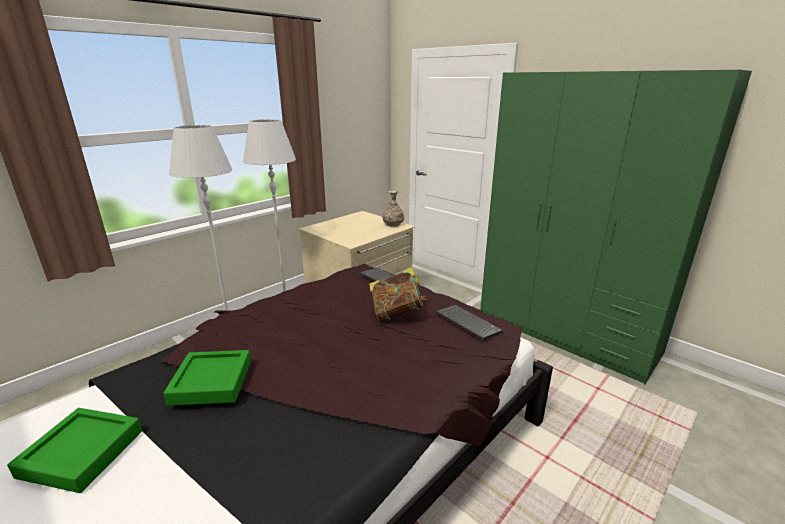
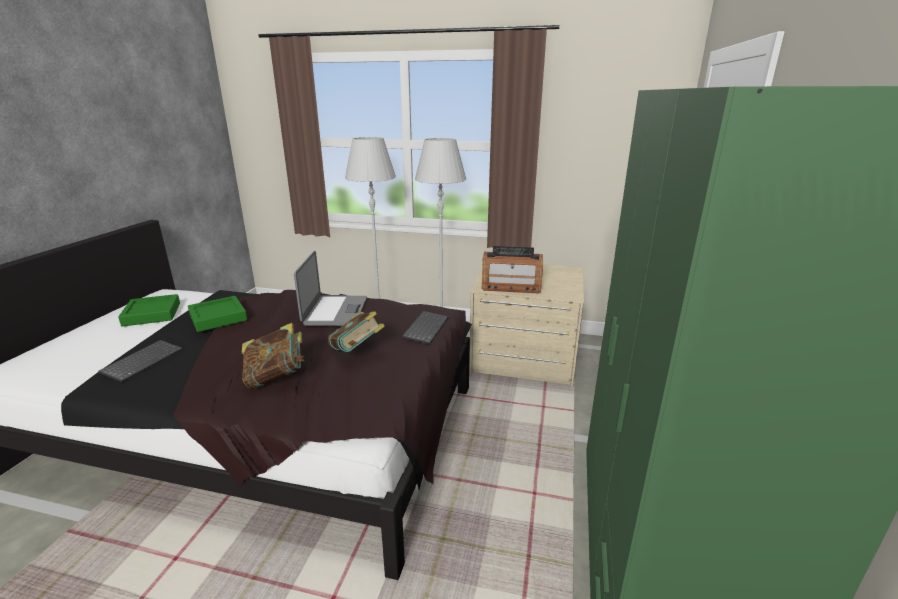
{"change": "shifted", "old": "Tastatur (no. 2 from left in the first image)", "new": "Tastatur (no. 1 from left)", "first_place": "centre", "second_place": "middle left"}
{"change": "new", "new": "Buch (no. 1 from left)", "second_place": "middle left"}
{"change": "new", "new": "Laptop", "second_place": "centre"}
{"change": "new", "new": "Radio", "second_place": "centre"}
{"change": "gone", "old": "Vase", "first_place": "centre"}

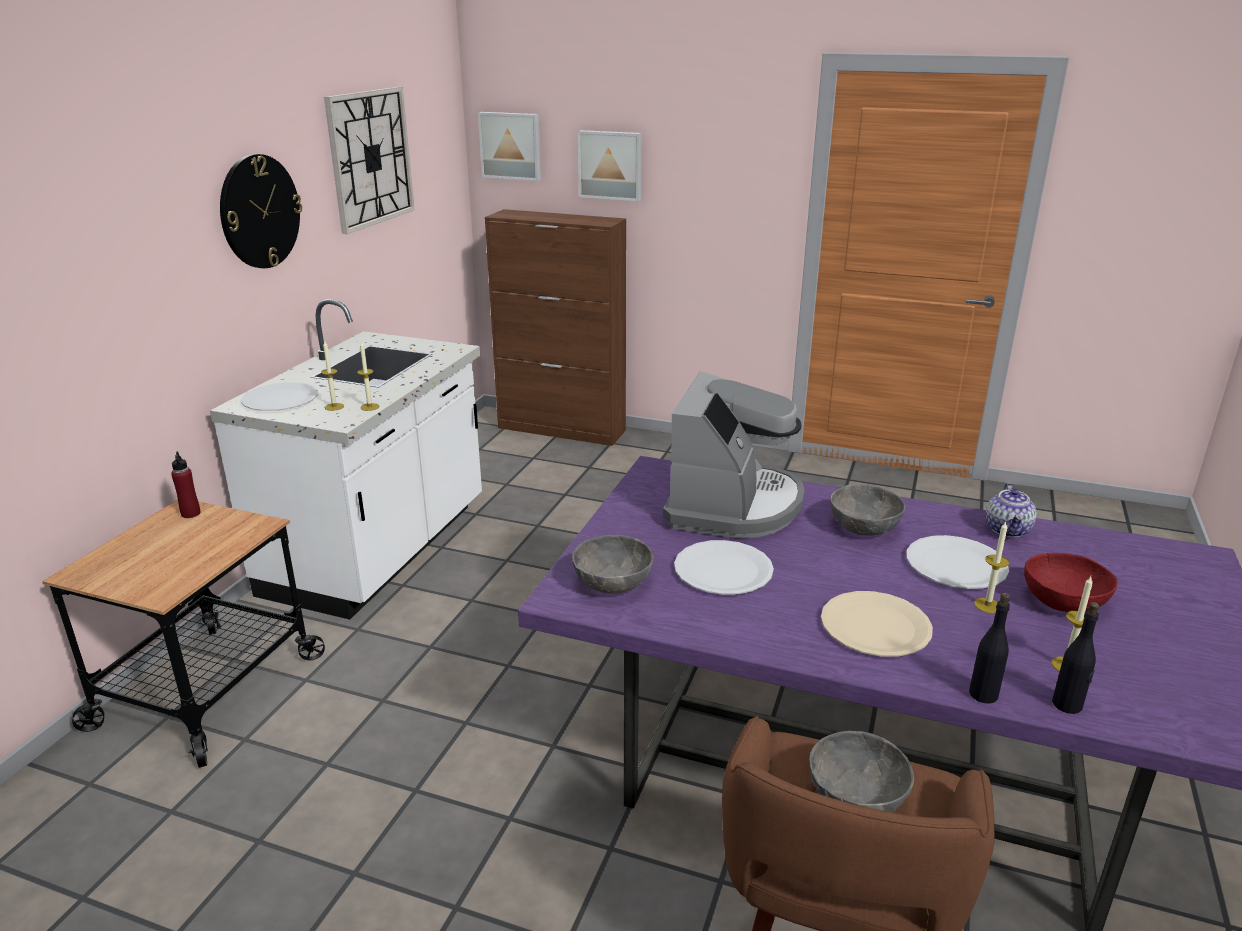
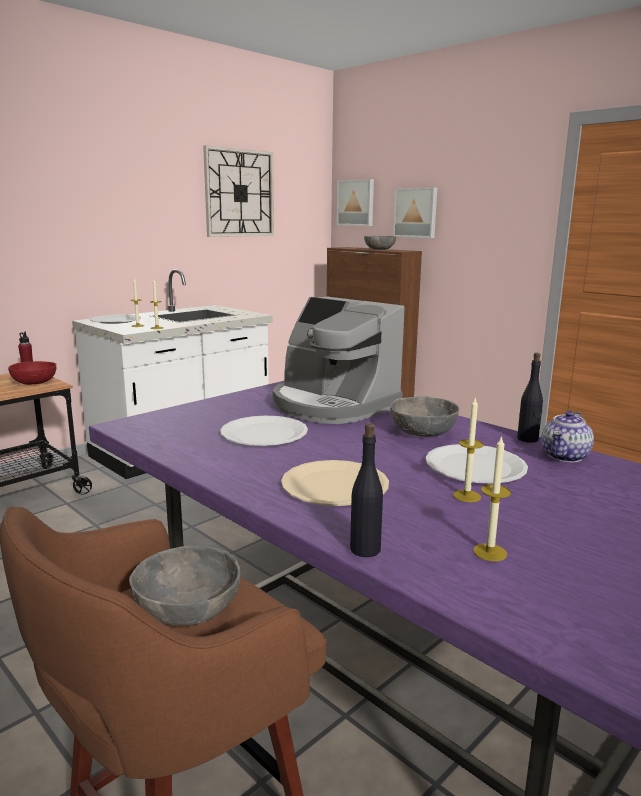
{"change": "shifted", "old": "Schüssel/rot", "first_place": "middle right", "second_place": "middle left"}
{"change": "rotated", "old": "Kaffeemaschine", "first_place": "centre", "second_place": "centre", "degrees": 90}
{"change": "shifted", "old": "Schüssel/grau (no. 1 from left in the first image)", "new": "Schüssel/grau (no. 2 from left)", "first_place": "centre", "second_place": "top centre"}
{"change": "shifted", "old": "Flasche/schwarz (no. 2 from left)", "first_place": "bottom right", "second_place": "middle right"}
{"change": "gone", "old": "Wanduhr (no. 1 from left)", "first_place": "top left"}

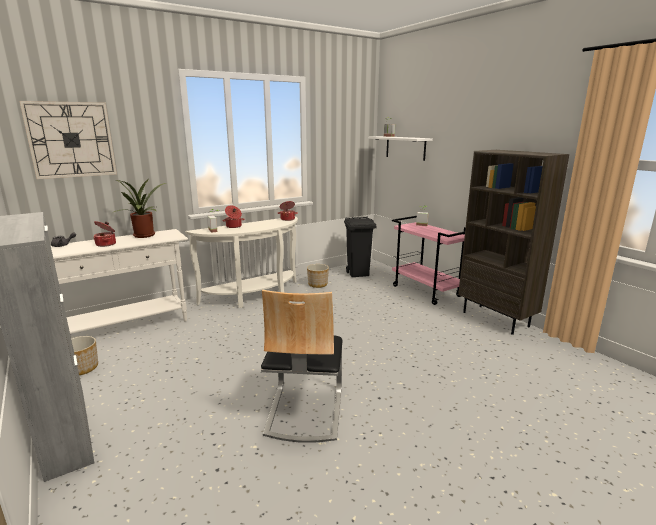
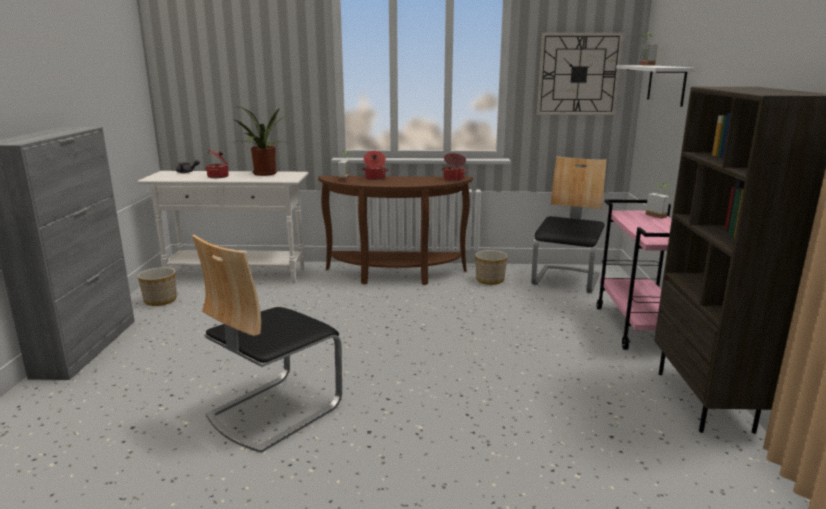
{"change": "repainted", "old": "Konsolentisch/weiß (no. 2 from left)", "new": "Konsolentisch/braun", "first_place": "centre", "second_place": "centre"}
{"change": "swapped", "old": "Mülleimer/schwarz", "new": "Stuhl (no. 2 from left)", "first_place": "centre", "second_place": "middle right"}
{"change": "shifted", "old": "Wanduhr", "first_place": "top left", "second_place": "top right"}

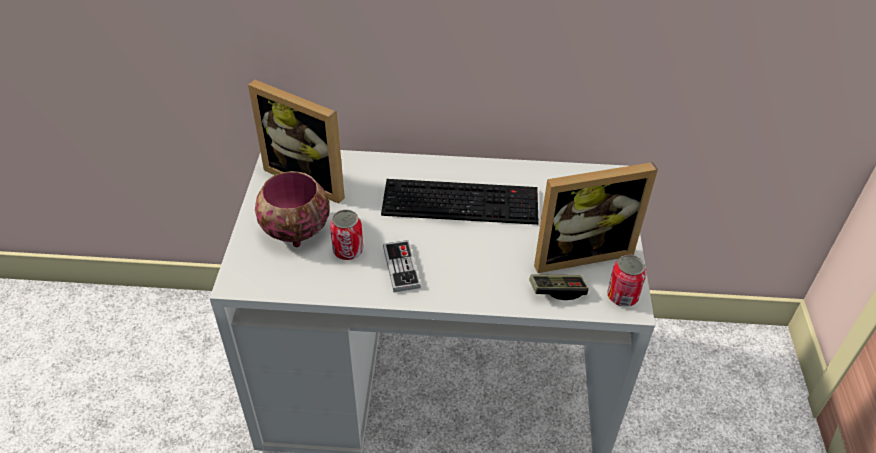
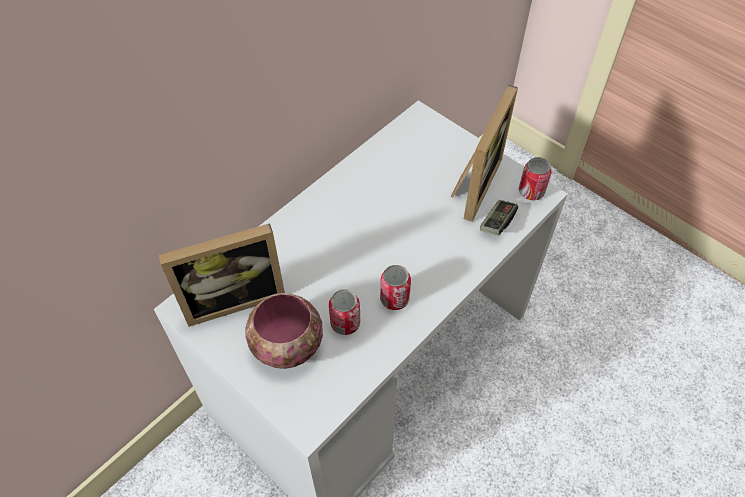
{"change": "swapped", "old": "Gamepad (no. 1 from left)", "new": "Dose (no. 2 from left)", "first_place": "centre", "second_place": "centre"}
{"change": "gone", "old": "Tastatur", "first_place": "centre"}

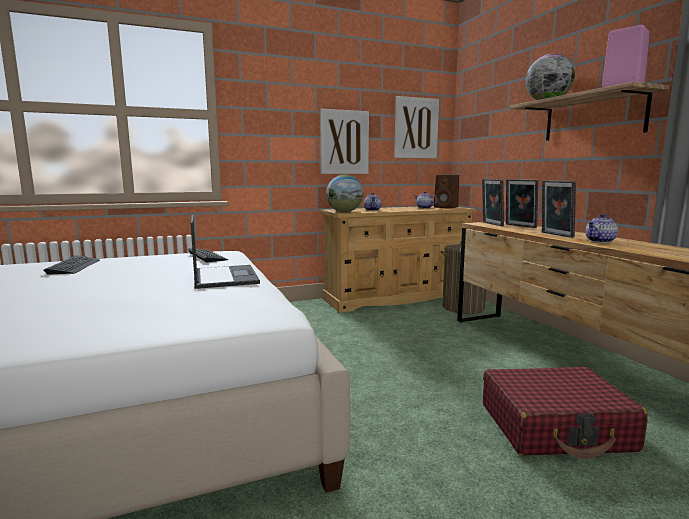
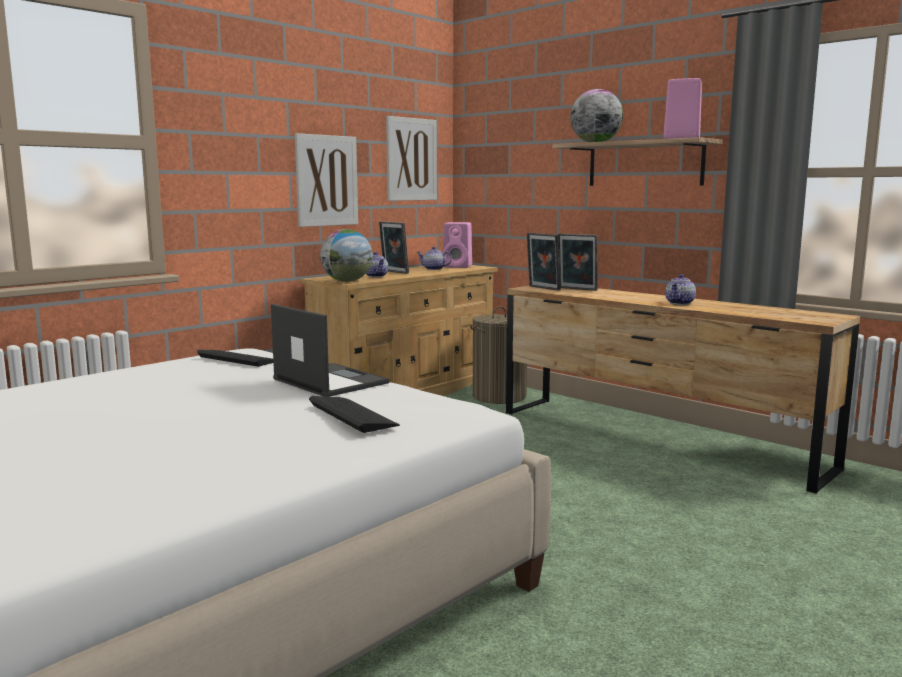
{"change": "shifted", "old": "Tastatur (no. 1 from left in the first image)", "new": "Tastatur (no. 2 from left)", "first_place": "middle left", "second_place": "centre"}
{"change": "shifted", "old": "Bilderrahmen (no. 3 from left in the first image)", "new": "Bilderrahmen (no. 1 from left)", "first_place": "middle right", "second_place": "centre"}
{"change": "repainted", "old": "Lautsprecher/braun", "new": "Lautsprecher/rosa (no. 1 from left)", "first_place": "centre", "second_place": "centre"}
{"change": "gone", "old": "Koffer/rot", "first_place": "bottom right"}

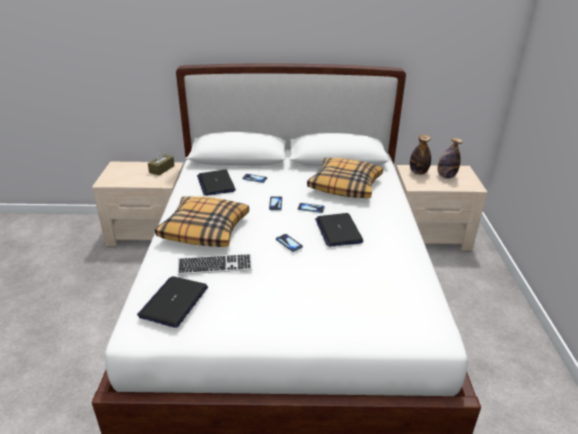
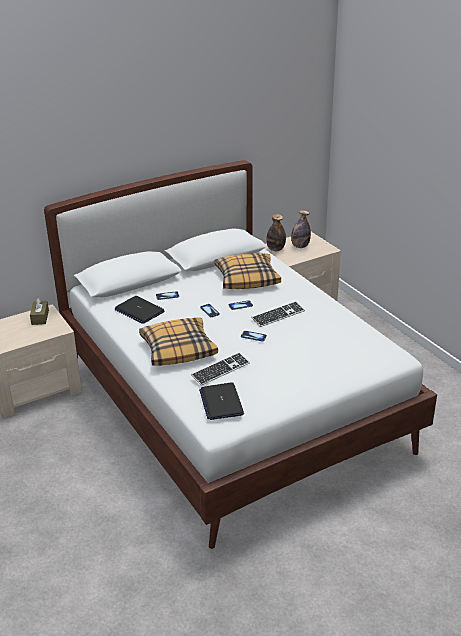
{"change": "swapped", "old": "Laptop (no. 3 from left)", "new": "Tastatur (no. 2 from left)", "first_place": "centre", "second_place": "centre"}

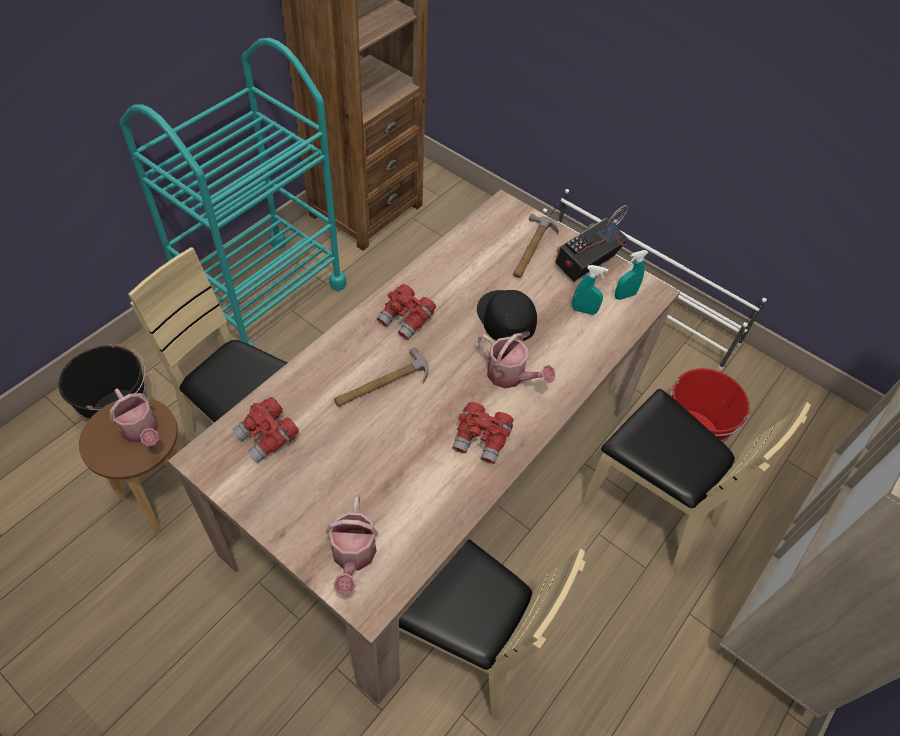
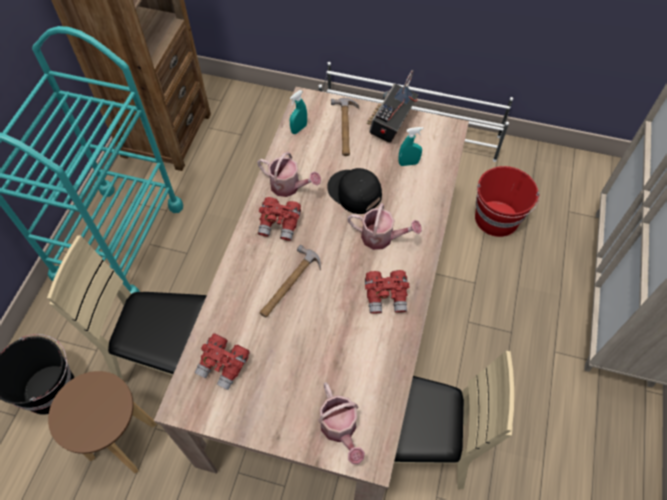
{"change": "shifted", "old": "Gießkanne (no. 1 from left)", "first_place": "middle left", "second_place": "centre"}
{"change": "shifted", "old": "Sprühflasche/türkis (no. 2 from left in the first image)", "new": "Sprühflasche/türkis (no. 1 from left)", "first_place": "middle right", "second_place": "top centre"}
{"change": "gone", "old": "Stuhl/beige (no. 3 from left)", "first_place": "middle right"}

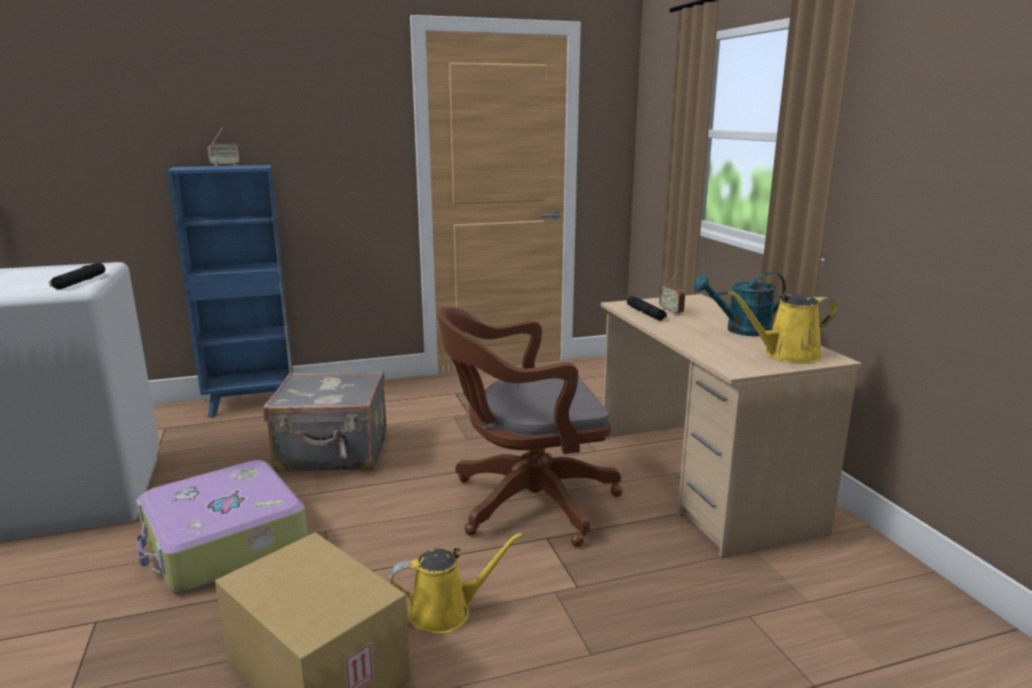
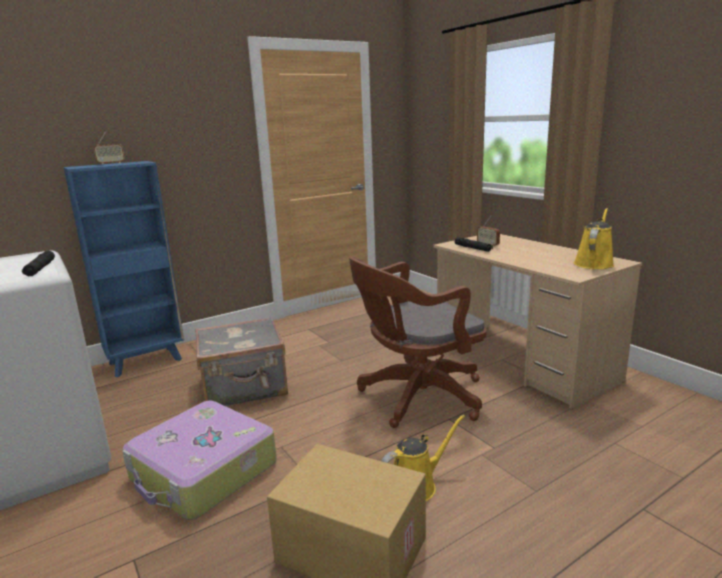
{"change": "rotated", "old": "Gießkanne/gelb (no. 2 from left)", "first_place": "middle right", "second_place": "middle right", "degrees": 150}
{"change": "gone", "old": "Gießkanne/türkis", "first_place": "middle right"}

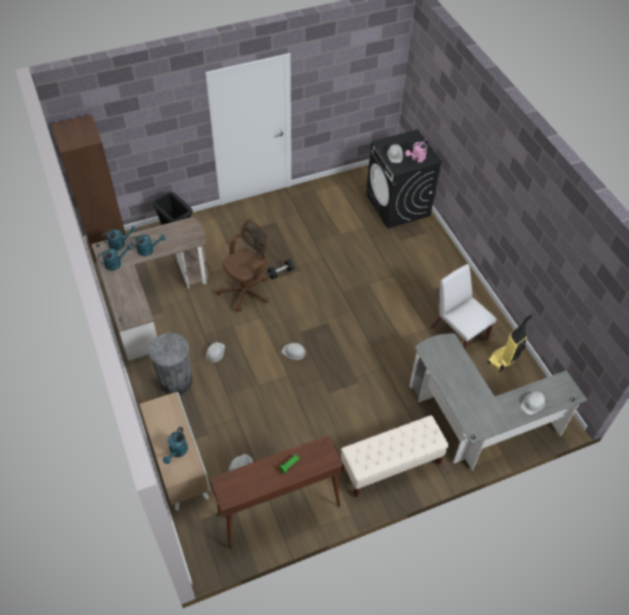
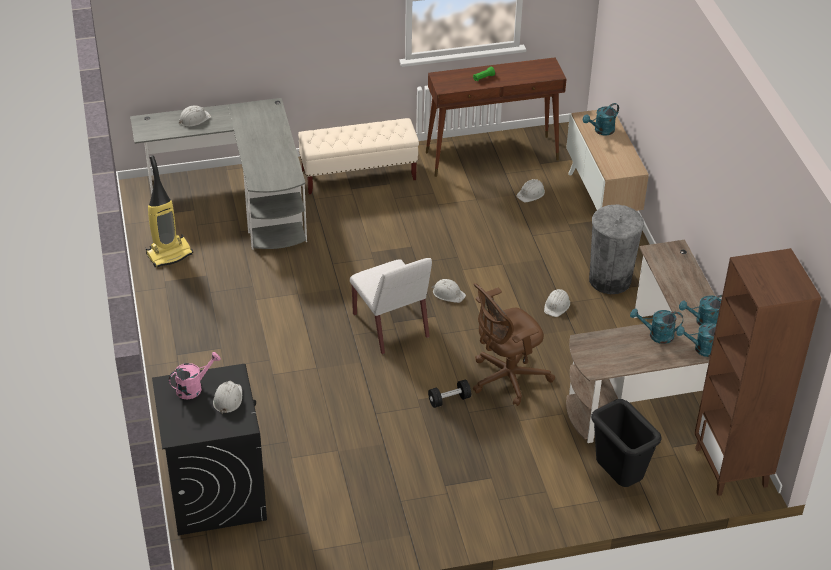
{"change": "shifted", "old": "Stuhl/weiß", "first_place": "middle right", "second_place": "centre"}
{"change": "rotated", "old": "Gießkanne/türkis (no. 4 from left in the first image)", "first_place": "bottom left", "second_place": "top right", "degrees": -150}

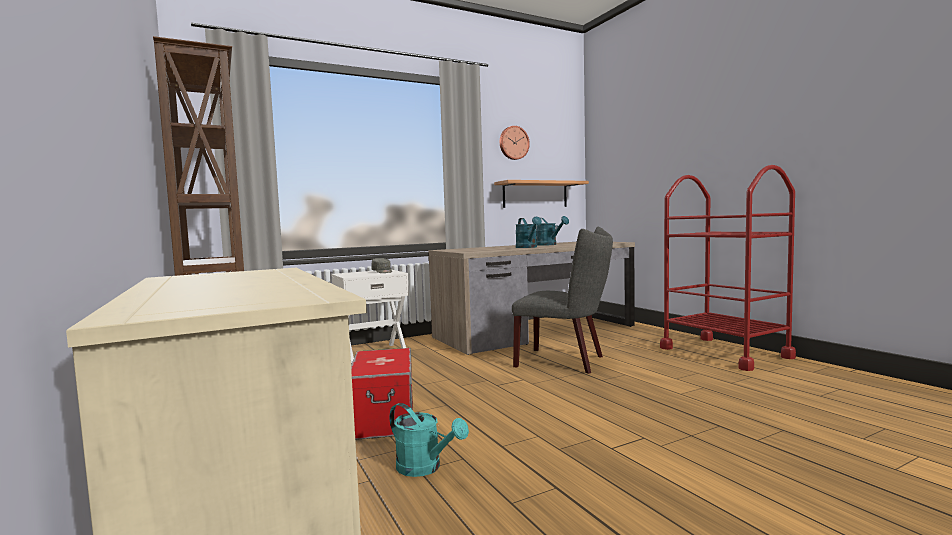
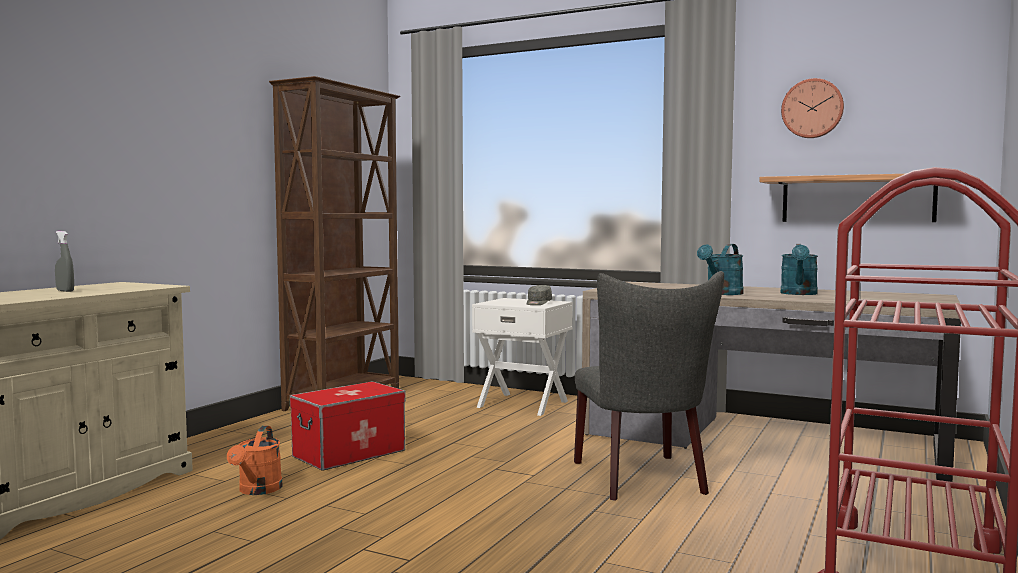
{"change": "new", "new": "Sprühflasche/grau", "second_place": "middle left"}
{"change": "repainted", "old": "Gießkanne/türkis (no. 1 from left)", "new": "Gießkanne/orange", "first_place": "bottom centre", "second_place": "bottom left"}

